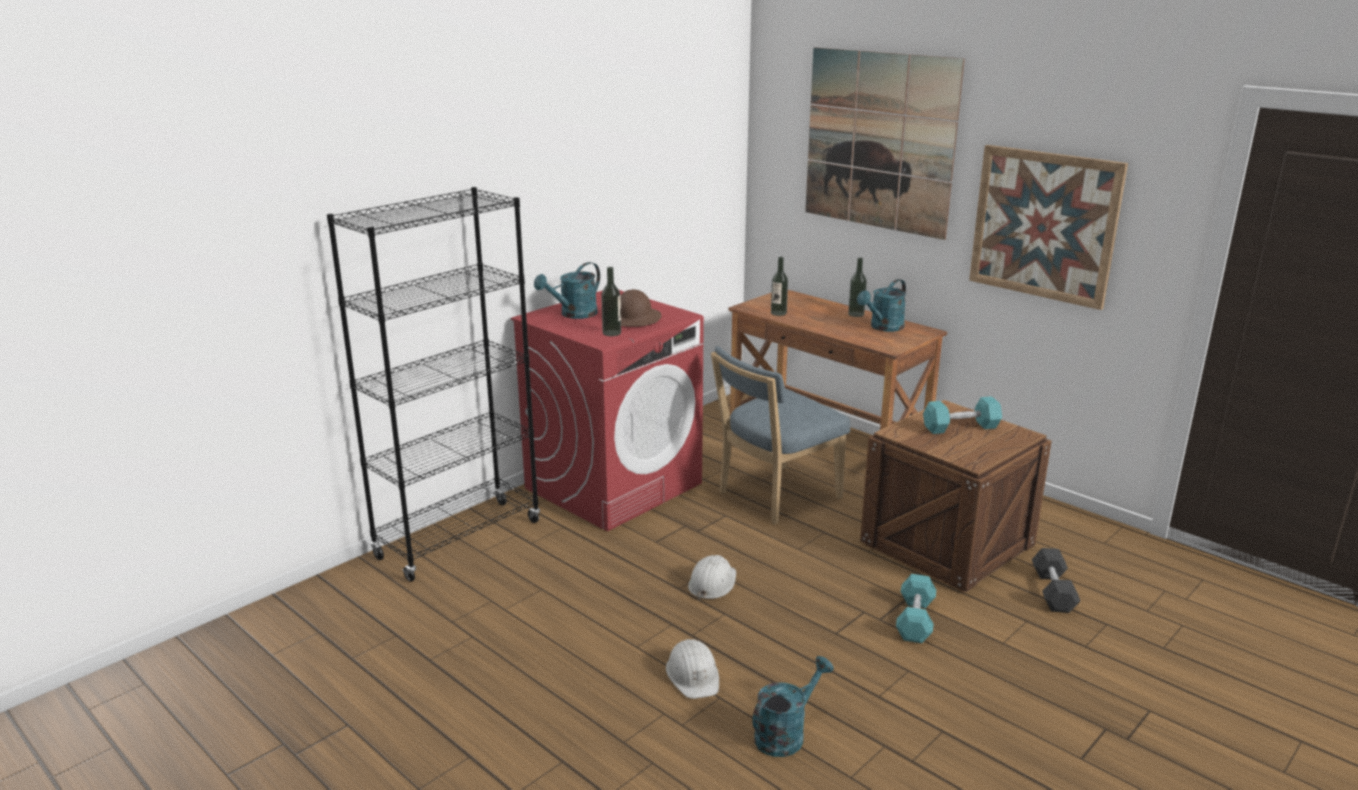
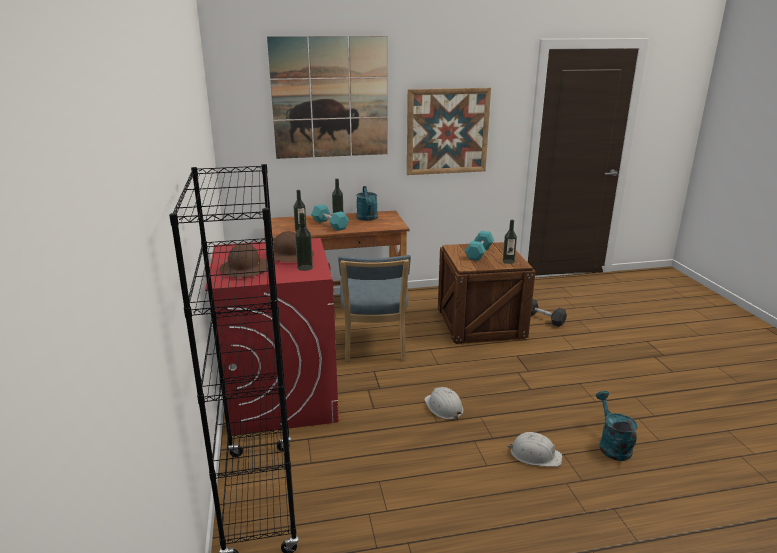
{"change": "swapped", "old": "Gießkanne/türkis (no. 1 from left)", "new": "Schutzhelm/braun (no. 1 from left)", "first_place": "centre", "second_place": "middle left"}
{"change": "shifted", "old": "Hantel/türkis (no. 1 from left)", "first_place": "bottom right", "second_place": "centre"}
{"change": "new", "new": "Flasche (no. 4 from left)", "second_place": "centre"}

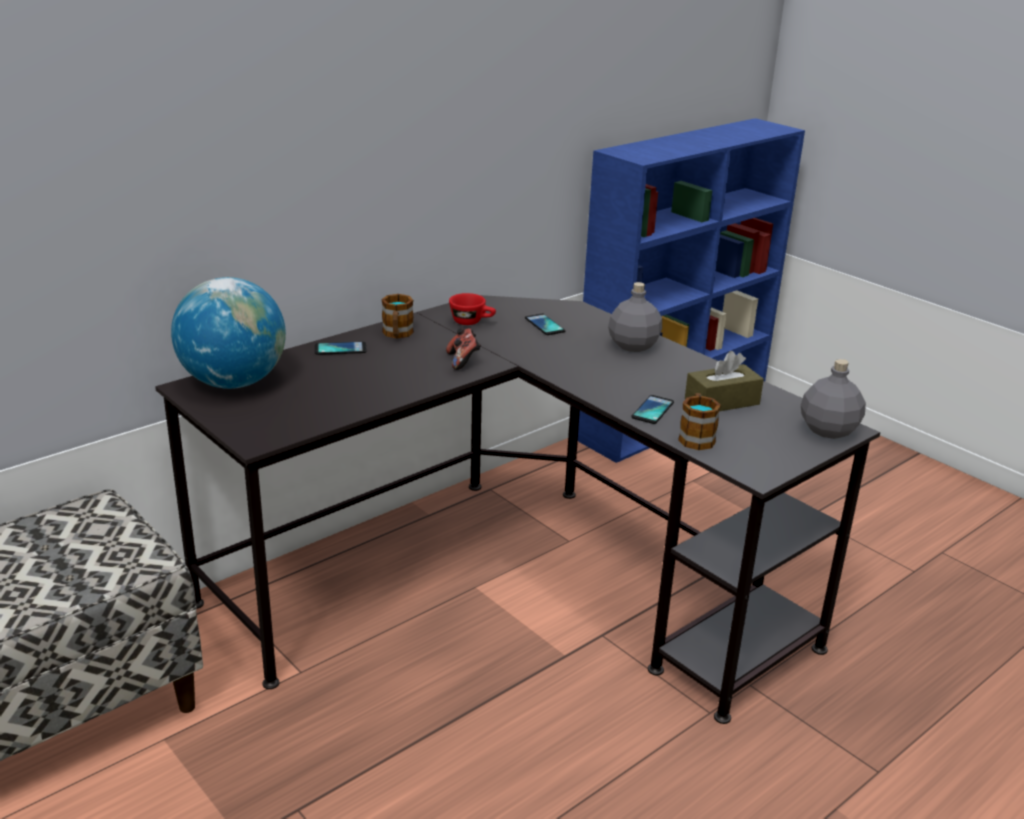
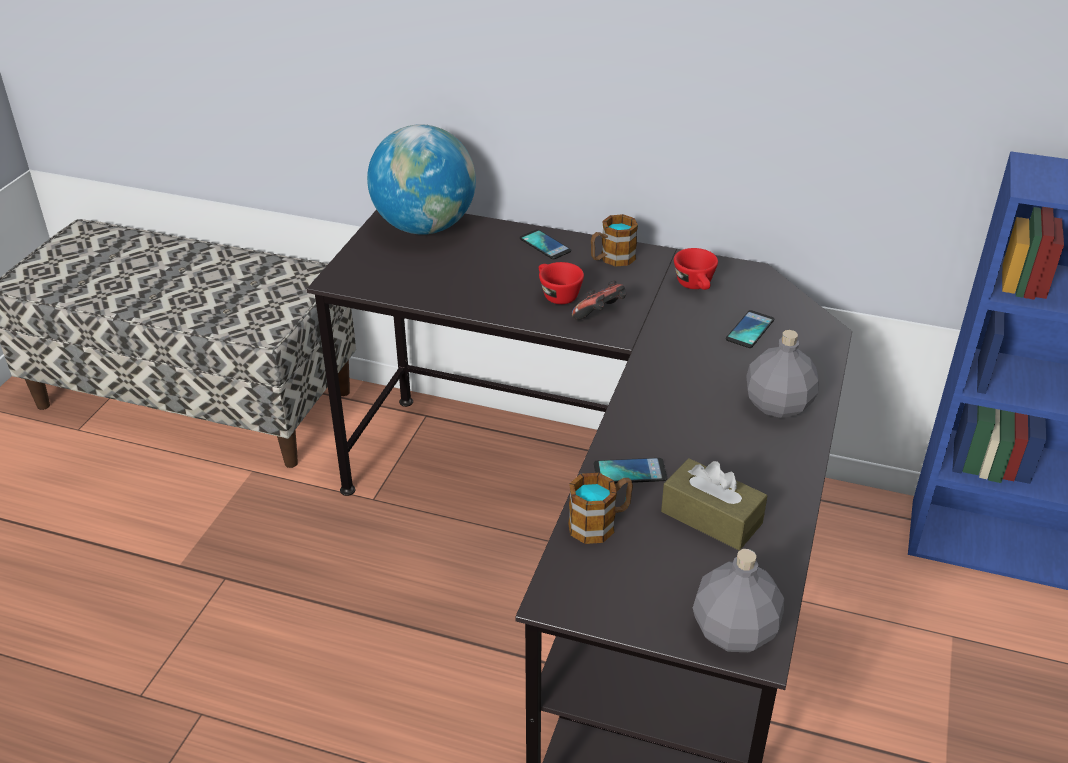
{"change": "new", "new": "Tasse/rot (no. 1 from left)", "second_place": "centre"}

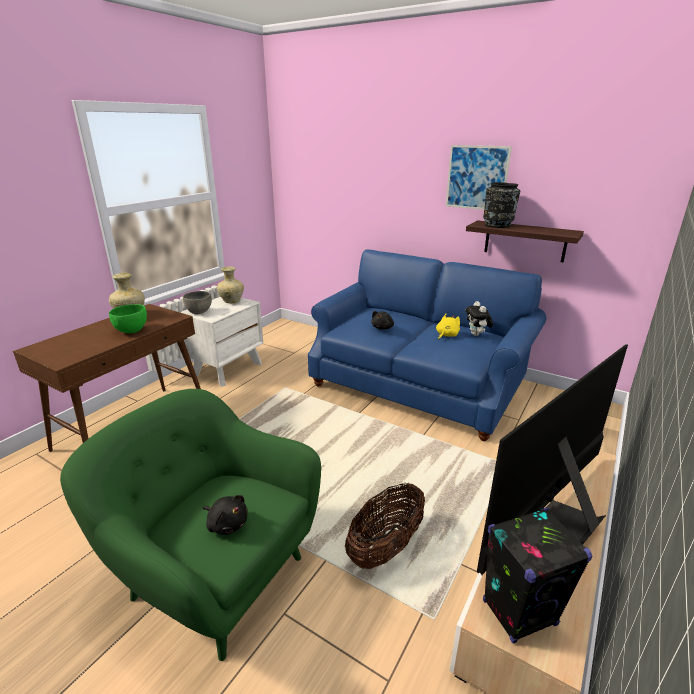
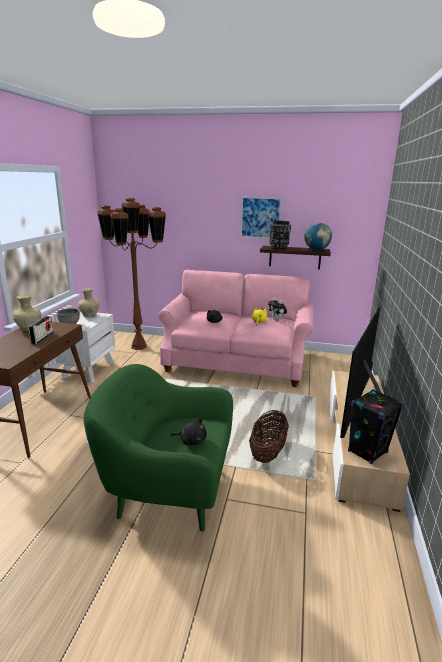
{"change": "swapped", "old": "Schüssel/grün", "new": "Radio", "first_place": "middle left", "second_place": "middle left"}
{"change": "new", "new": "Stehlampe/braun", "second_place": "middle left"}
{"change": "repainted", "old": "Sofa/blau", "new": "Sofa/rosa", "first_place": "centre", "second_place": "centre"}
{"change": "new", "new": "Globus", "second_place": "middle right"}

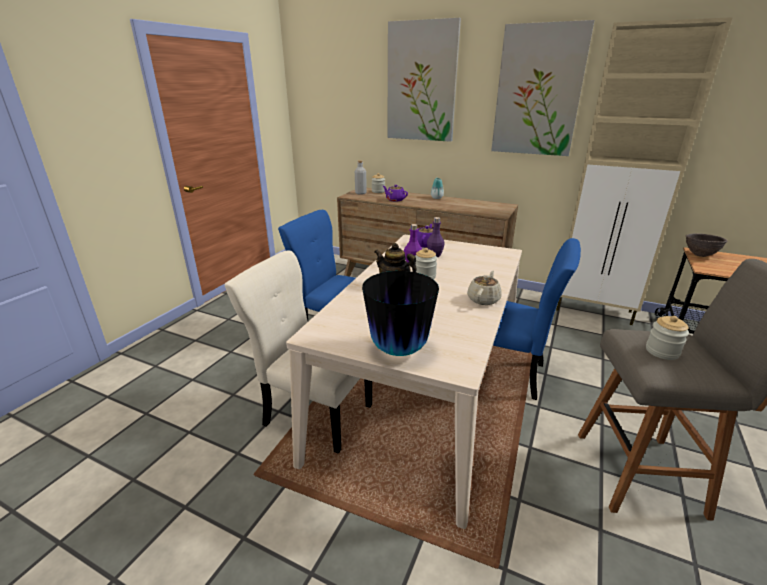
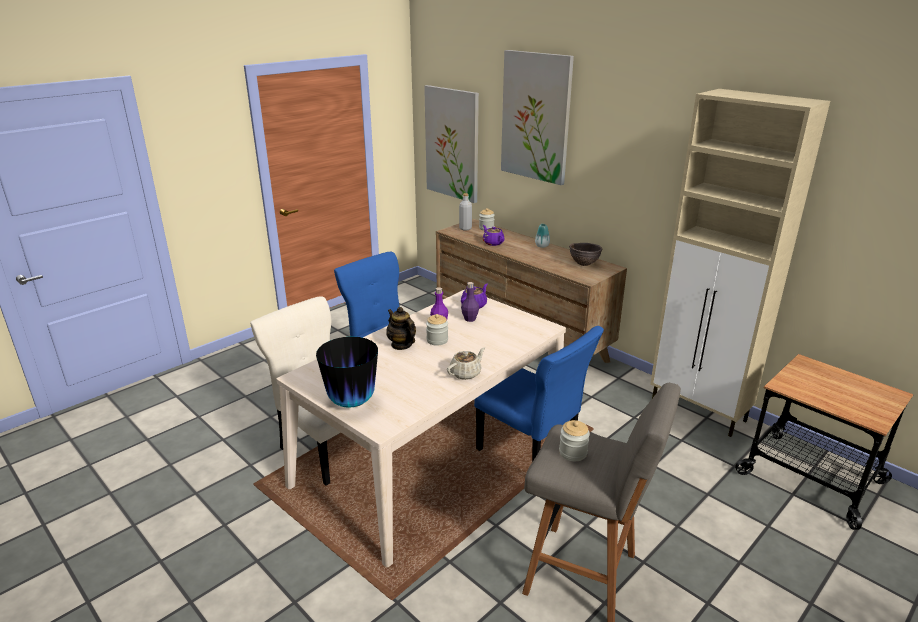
{"change": "shifted", "old": "Bild (no. 2 from left in the first image)", "new": "Bild (no. 1 from left)", "first_place": "top right", "second_place": "top centre"}
{"change": "shifted", "old": "Schüssel/braun", "first_place": "middle right", "second_place": "centre"}

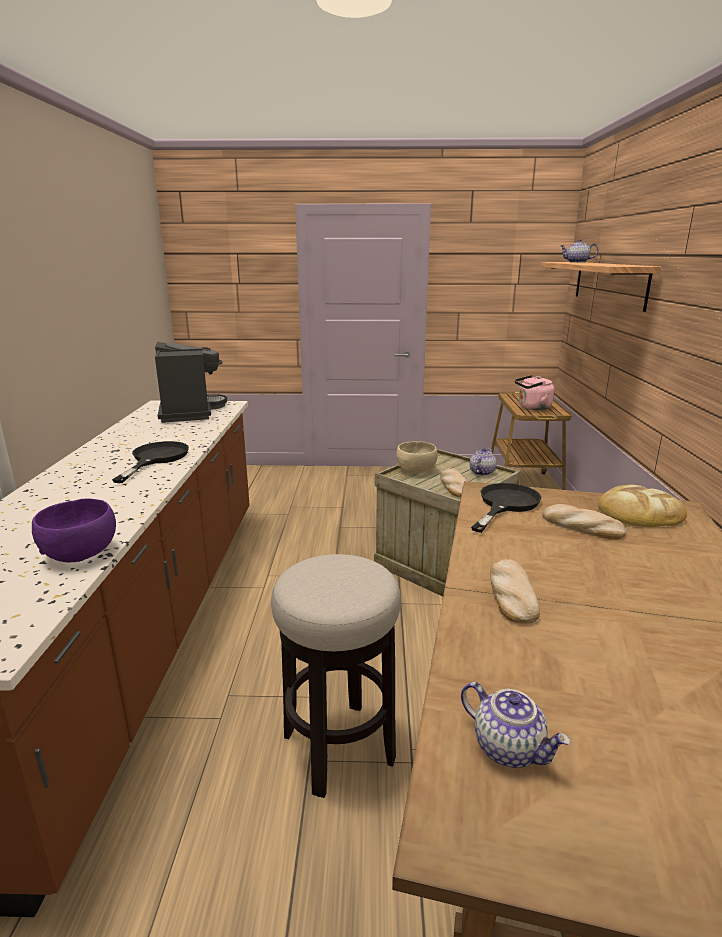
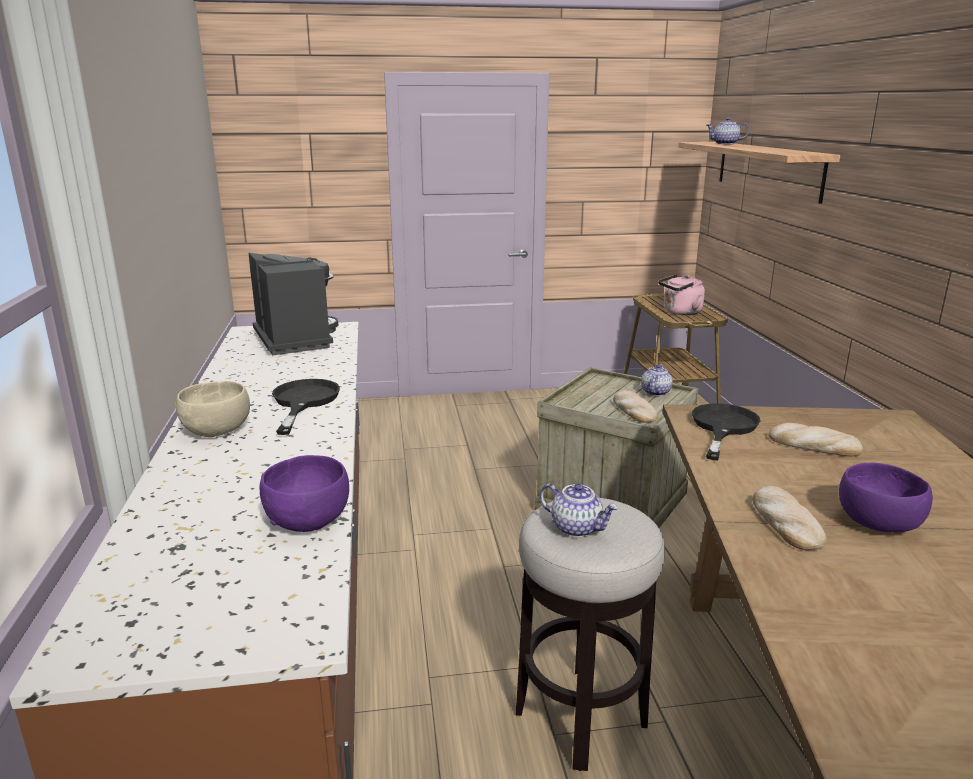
{"change": "shifted", "old": "Schüssel/beige", "first_place": "centre", "second_place": "middle left"}
{"change": "shifted", "old": "Teekanne (no. 2 from left in the first image)", "new": "Teekanne (no. 1 from left)", "first_place": "bottom right", "second_place": "centre"}
{"change": "new", "new": "Schüssel/lila (no. 2 from left)", "second_place": "middle right"}
{"change": "gone", "old": "Brot (no. 4 from left)", "first_place": "middle right"}

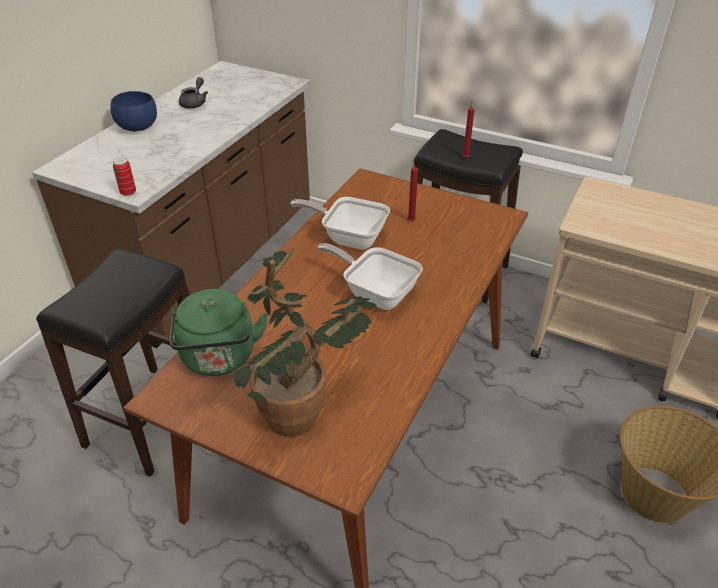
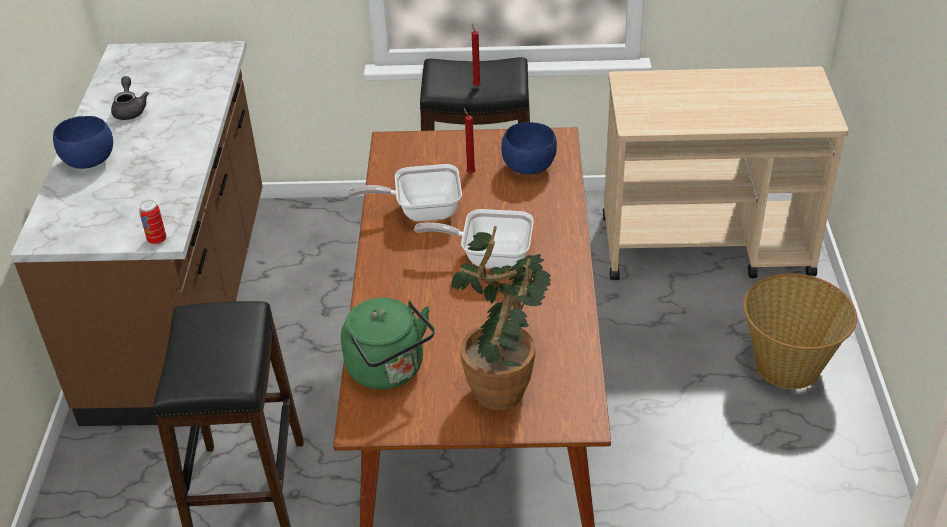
{"change": "new", "new": "Schüssel/blau (no. 2 from left)", "second_place": "top centre"}

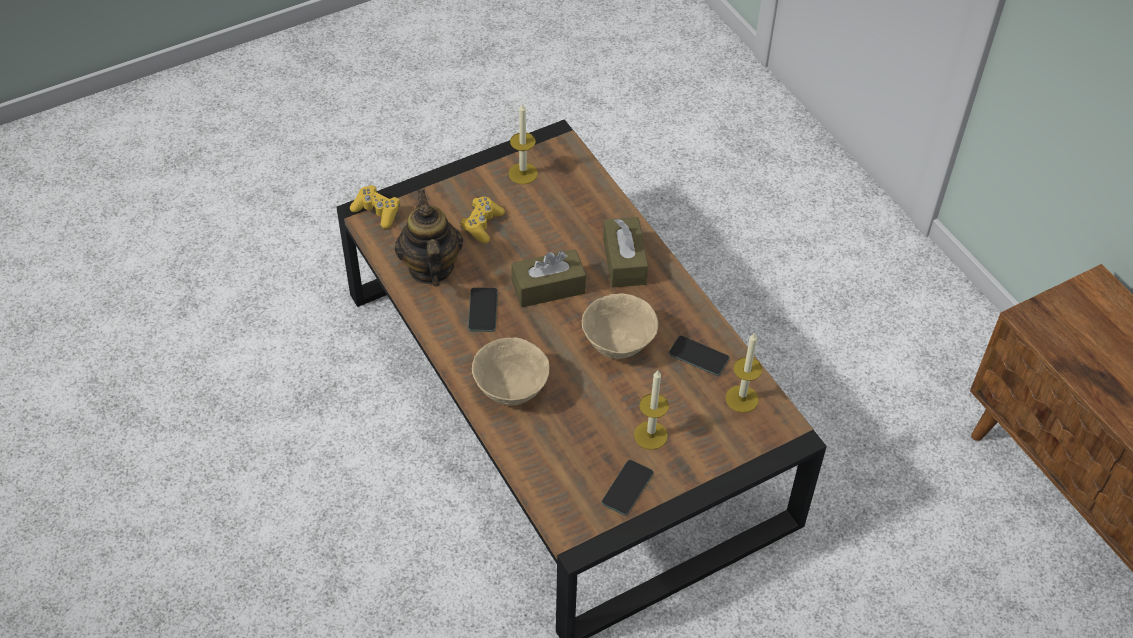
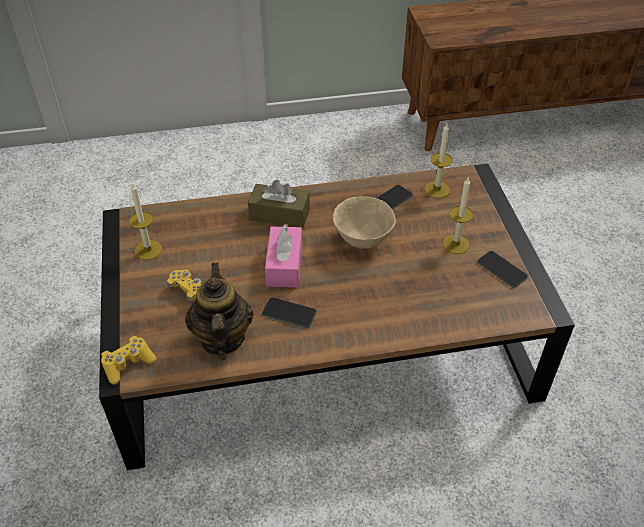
{"change": "rotated", "old": "Teekanne", "first_place": "centre", "second_place": "centre", "degrees": 75}
{"change": "repainted", "old": "Taschentuchbox/braun (no. 1 from left)", "new": "Taschentuchbox/rosa", "first_place": "centre", "second_place": "centre"}
{"change": "gone", "old": "Schüssel/beige (no. 1 from left)", "first_place": "centre"}

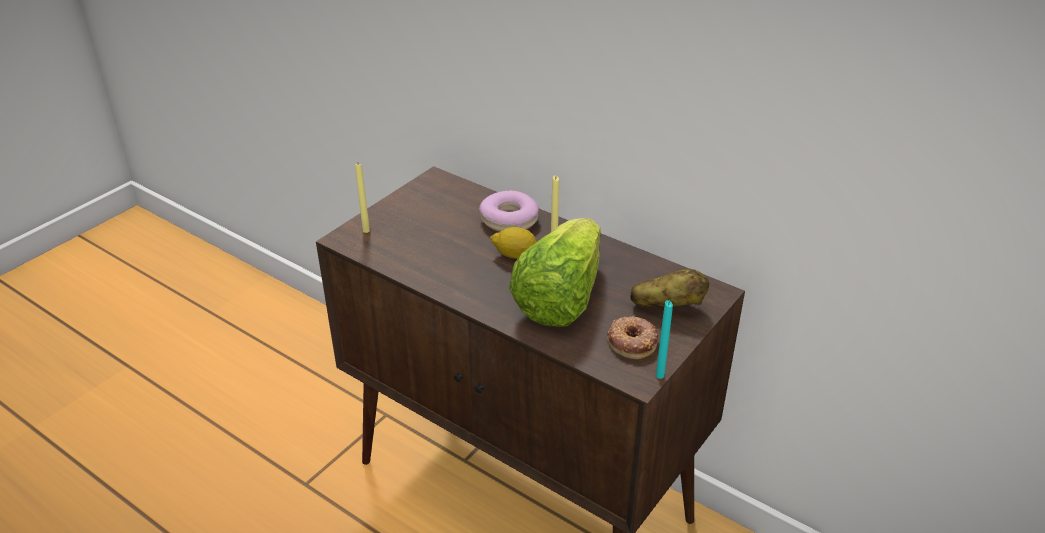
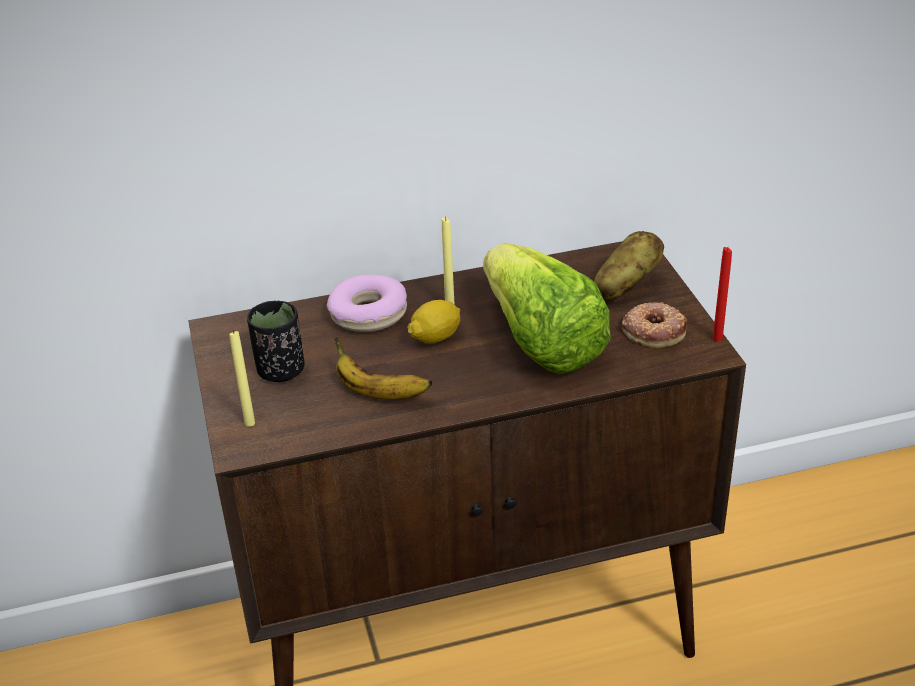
{"change": "new", "new": "Tasse/schwarz", "second_place": "middle left"}
{"change": "new", "new": "Banane", "second_place": "centre"}
{"change": "repainted", "old": "Kerze/türkis", "new": "Kerze/rot", "first_place": "centre", "second_place": "middle right"}

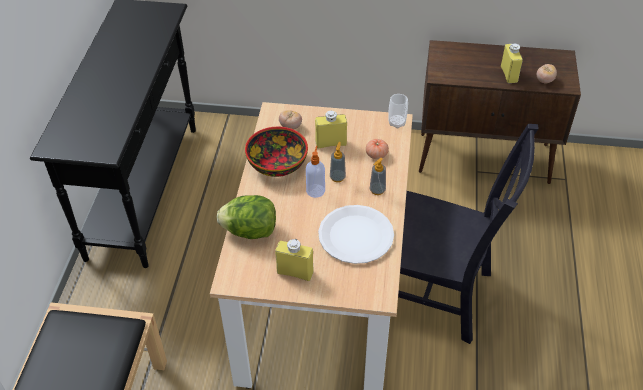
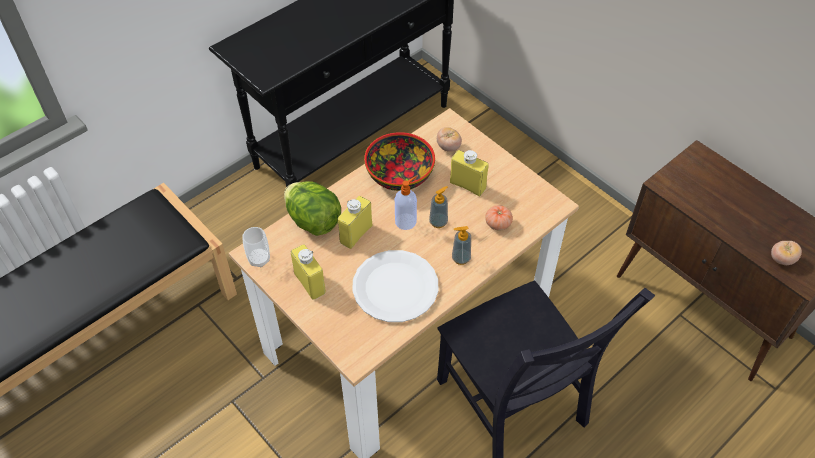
{"change": "shifted", "old": "Tasse", "first_place": "top centre", "second_place": "middle left"}
{"change": "shifted", "old": "Flasche/gelb (no. 3 from left in the first image)", "new": "Flasche/gelb (no. 2 from left)", "first_place": "top right", "second_place": "centre"}

